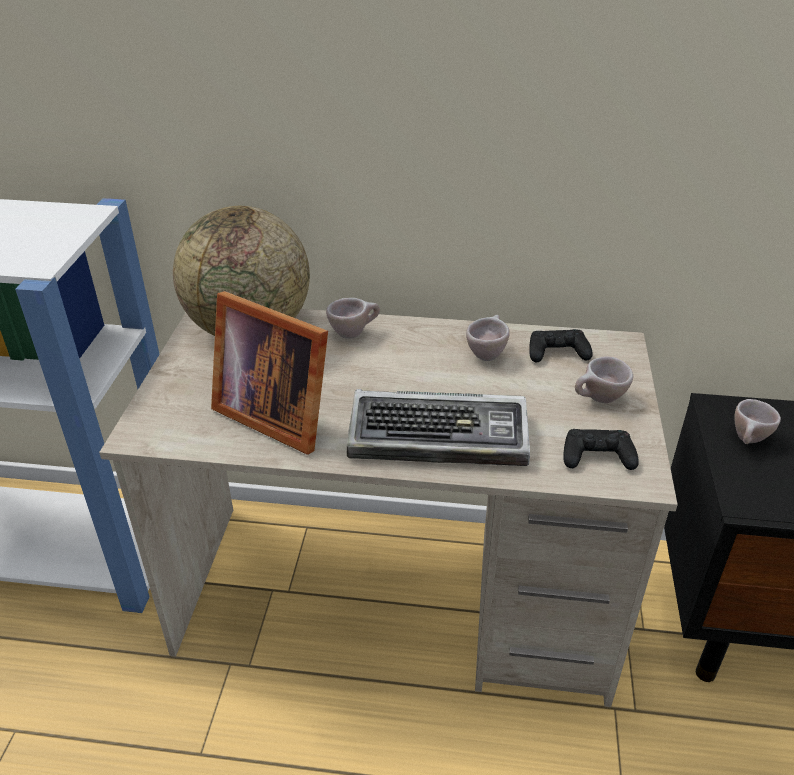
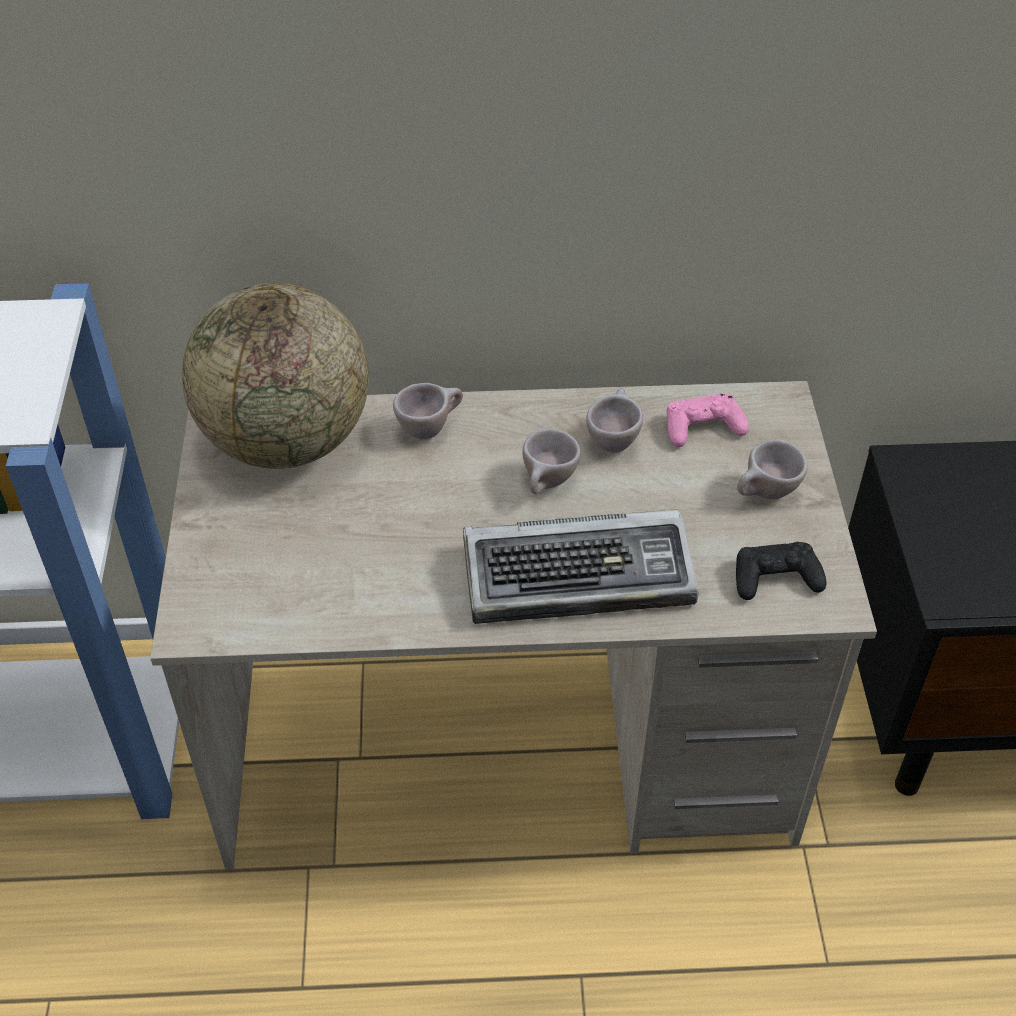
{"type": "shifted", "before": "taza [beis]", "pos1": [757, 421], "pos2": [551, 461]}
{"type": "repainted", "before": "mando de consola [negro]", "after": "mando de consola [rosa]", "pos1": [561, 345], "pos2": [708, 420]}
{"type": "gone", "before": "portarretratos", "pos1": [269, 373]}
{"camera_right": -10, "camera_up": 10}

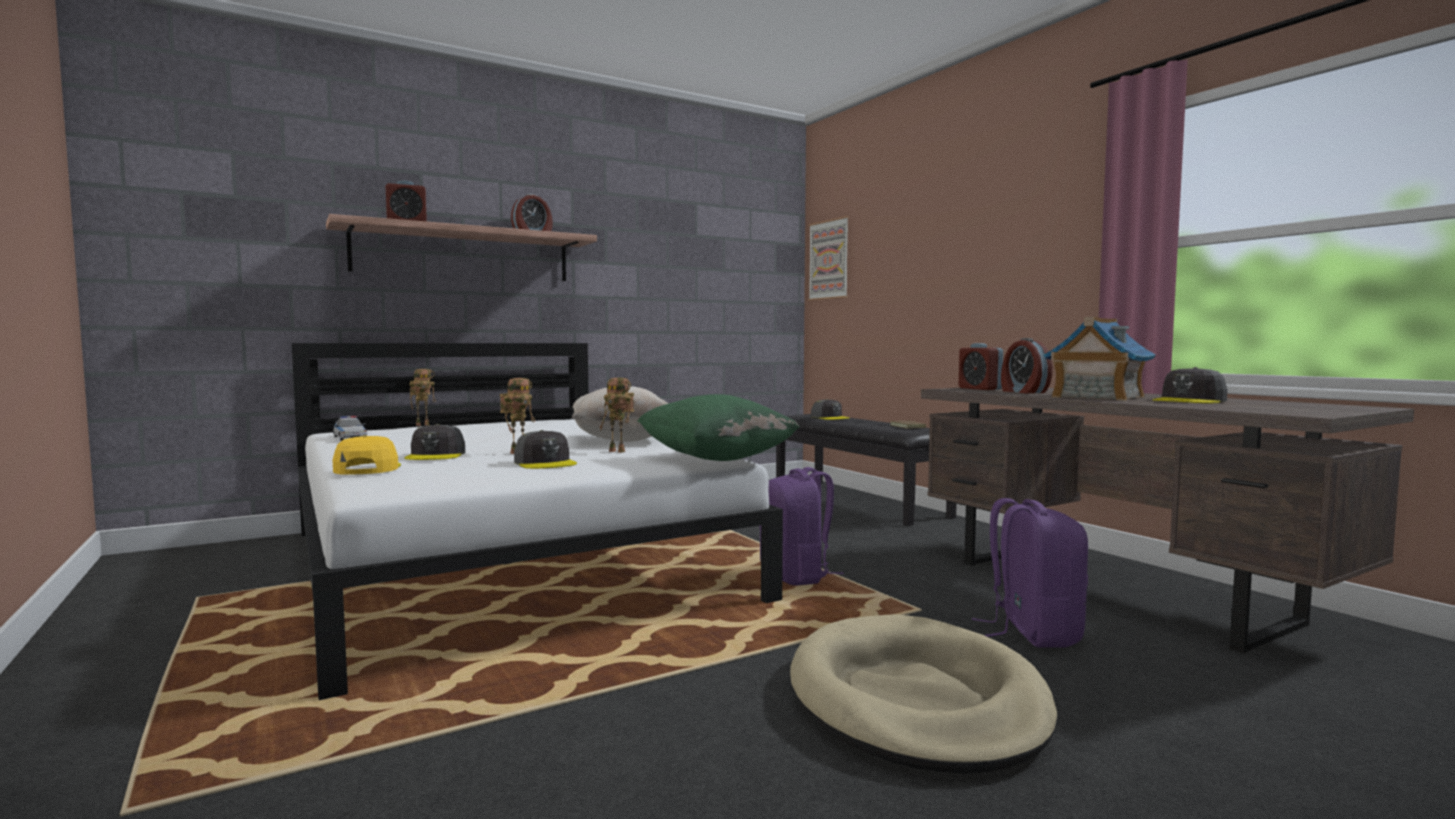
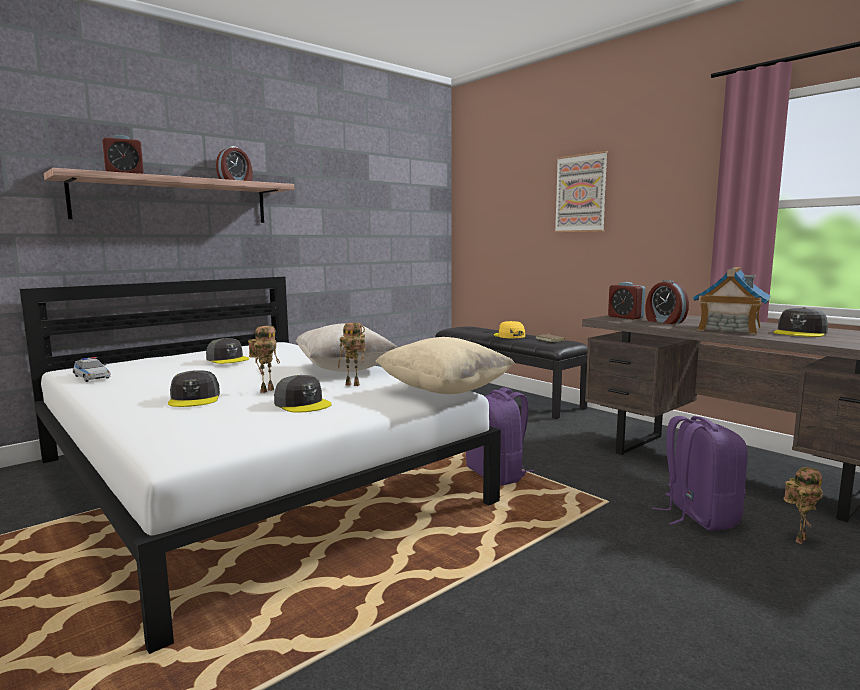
{"type": "shifted", "before": "gorra [gris]", "pos1": [830, 409], "pos2": [227, 351]}
{"type": "repainted", "before": "cojín [verde]", "after": "cojín [beis]", "pos1": [718, 427], "pos2": [445, 365]}
{"type": "shifted", "before": "gorra [amarillo]", "pos1": [367, 455], "pos2": [509, 330]}
{"type": "shifted", "before": "cuadro", "pos1": [828, 258], "pos2": [581, 191]}
{"type": "shifted", "before": "robot de juguete", "pos1": [423, 397], "pos2": [803, 505]}
{"type": "gone", "before": "cama para perro [beis]", "pos1": [924, 694]}
{"camera_right": -10, "camera_up": 5}

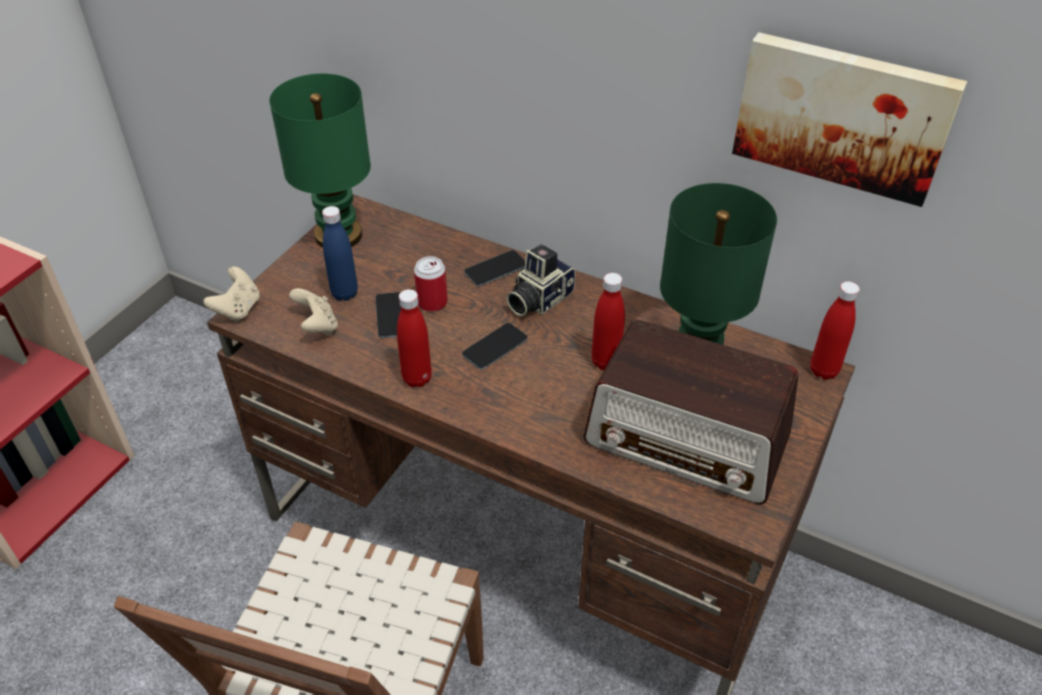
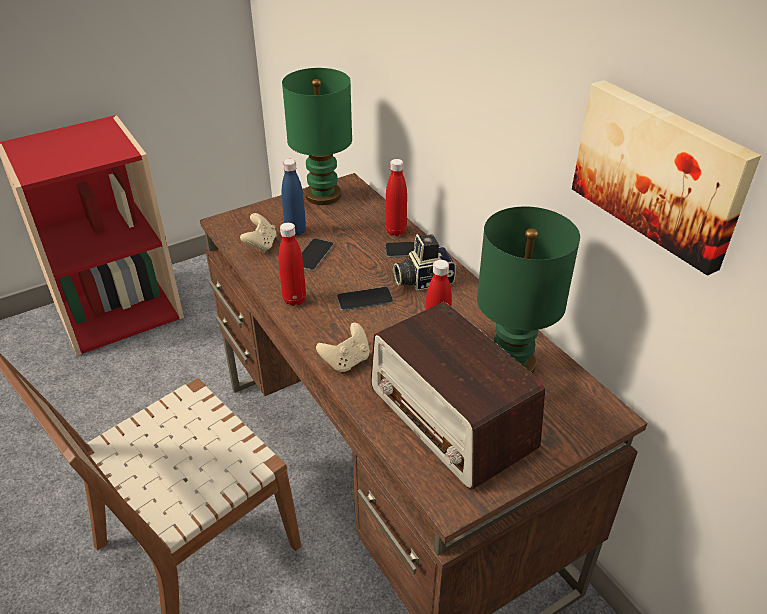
{"type": "shifted", "before": "mando de consola [beis]", "pos1": [231, 294], "pos2": [343, 348]}
{"type": "shifted", "before": "botella [rojo]", "pos1": [835, 330], "pos2": [396, 197]}
{"type": "gone", "before": "lata", "pos1": [431, 284]}
{"camera_right": 30, "camera_up": -5}

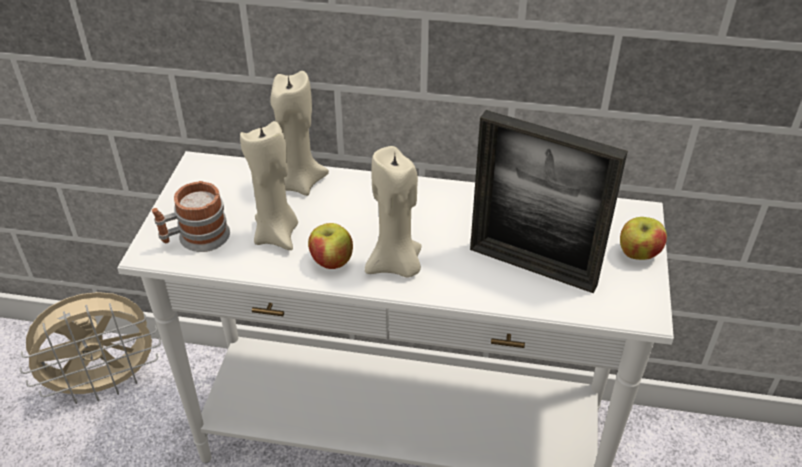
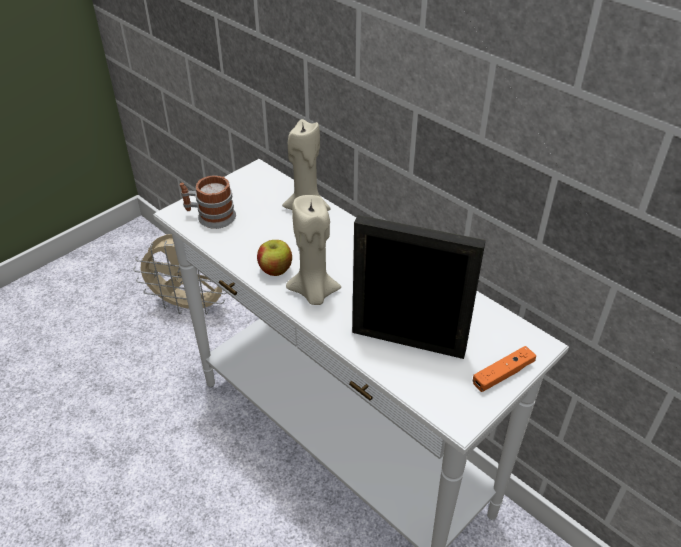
{"type": "rotated", "before": "portarretratos", "pos1": [549, 201], "pos2": [419, 287], "turn": 135}
{"type": "swapped", "before": "manzana", "after": "mando de consola [naranja]", "pos1": [643, 238], "pos2": [504, 369]}
{"type": "gone", "before": "vela [beis]", "pos1": [269, 185]}
{"camera_right": 35, "camera_up": 0}

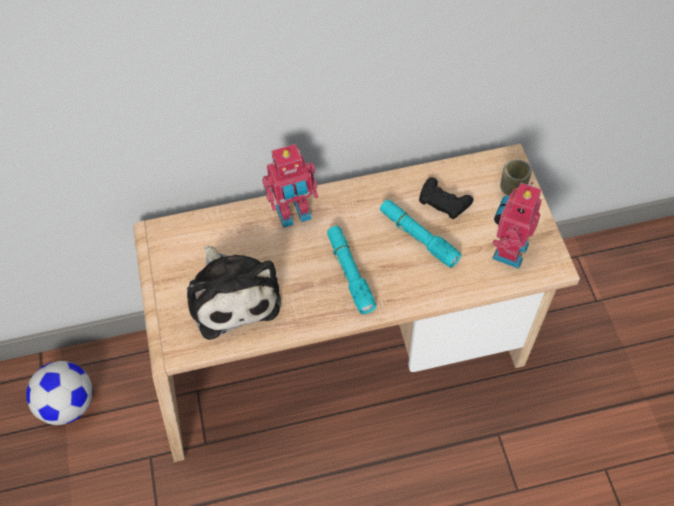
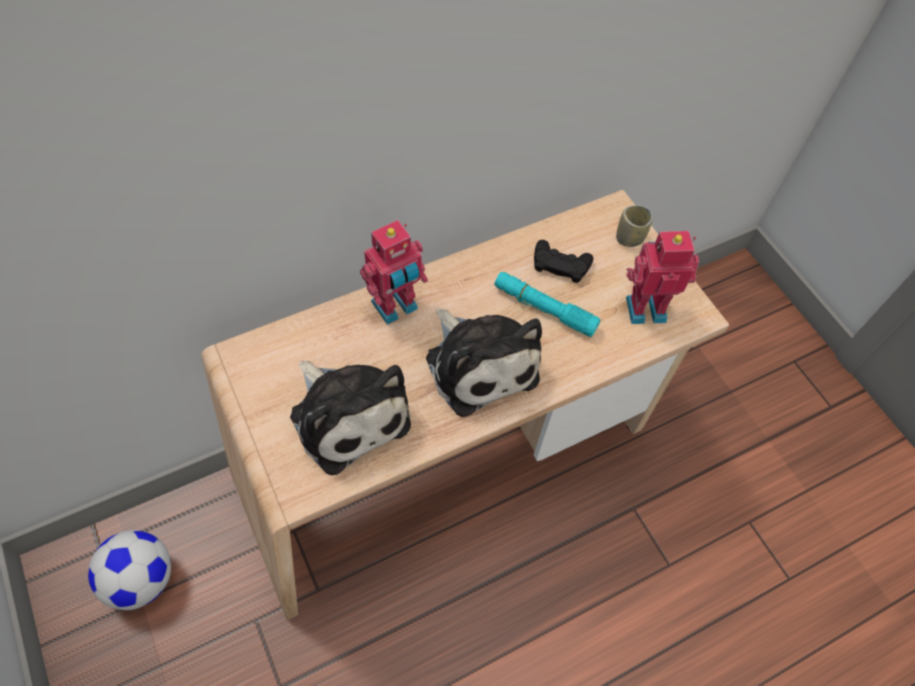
{"type": "swapped", "before": "linterna [turquesa]", "after": "peluche", "pos1": [351, 270], "pos2": [484, 363]}
{"type": "rotated", "before": "robot de juguete", "pos1": [517, 225], "pos2": [662, 277], "turn": 75}
{"camera_right": -20, "camera_up": 0}

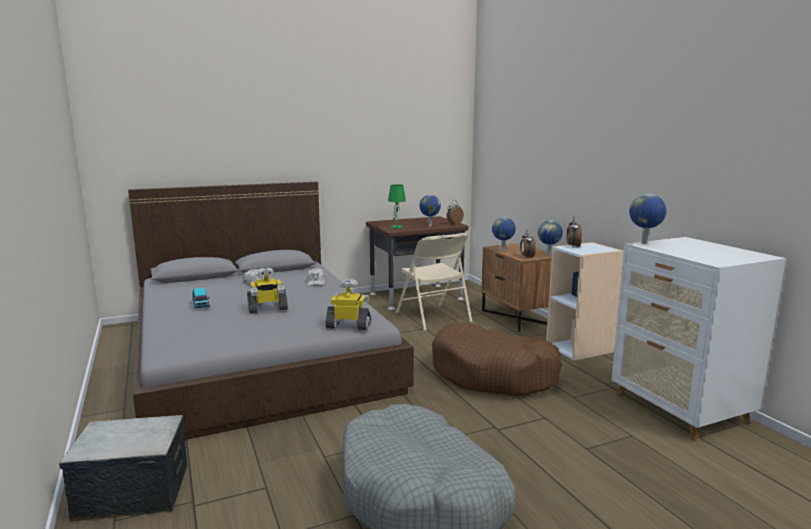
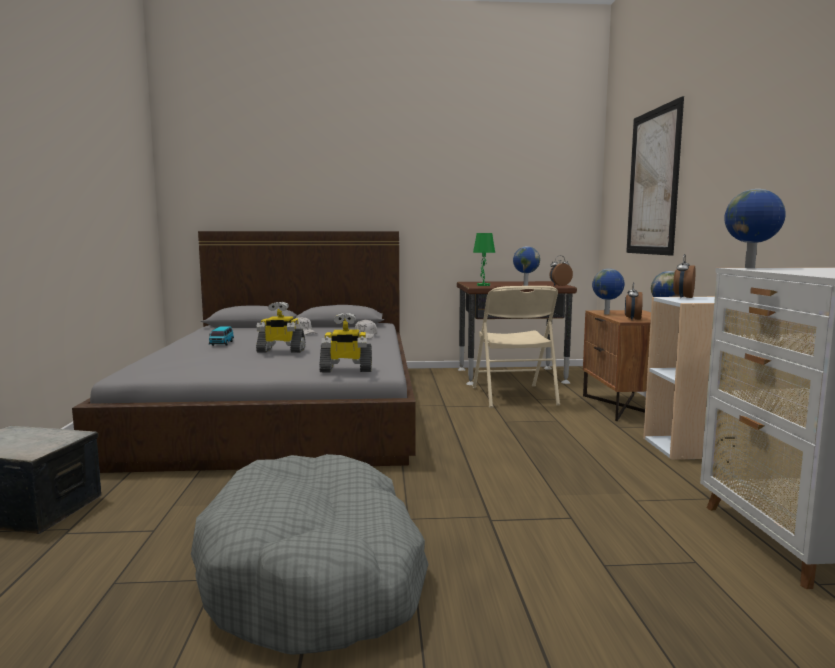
{"type": "rotated", "before": "robot de juguete", "pos1": [348, 304], "pos2": [345, 342], "turn": 150}
{"type": "new", "after": "cuadro", "pos2": [655, 176]}
{"type": "gone", "before": "cama para perro [marrón]", "pos1": [497, 360]}
{"camera_right": 20, "camera_up": -5}

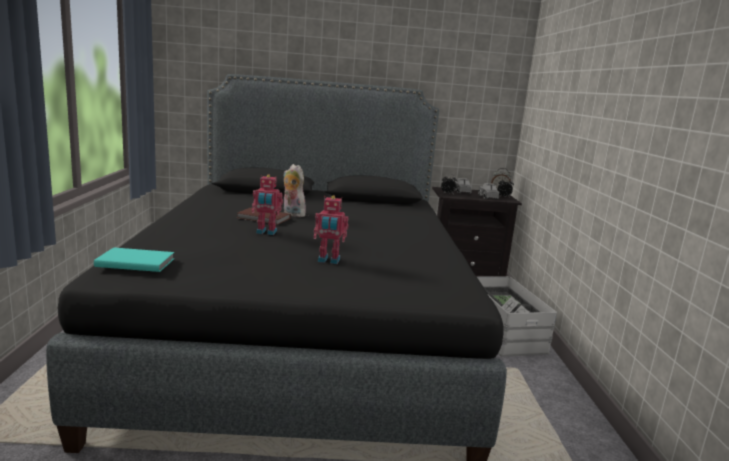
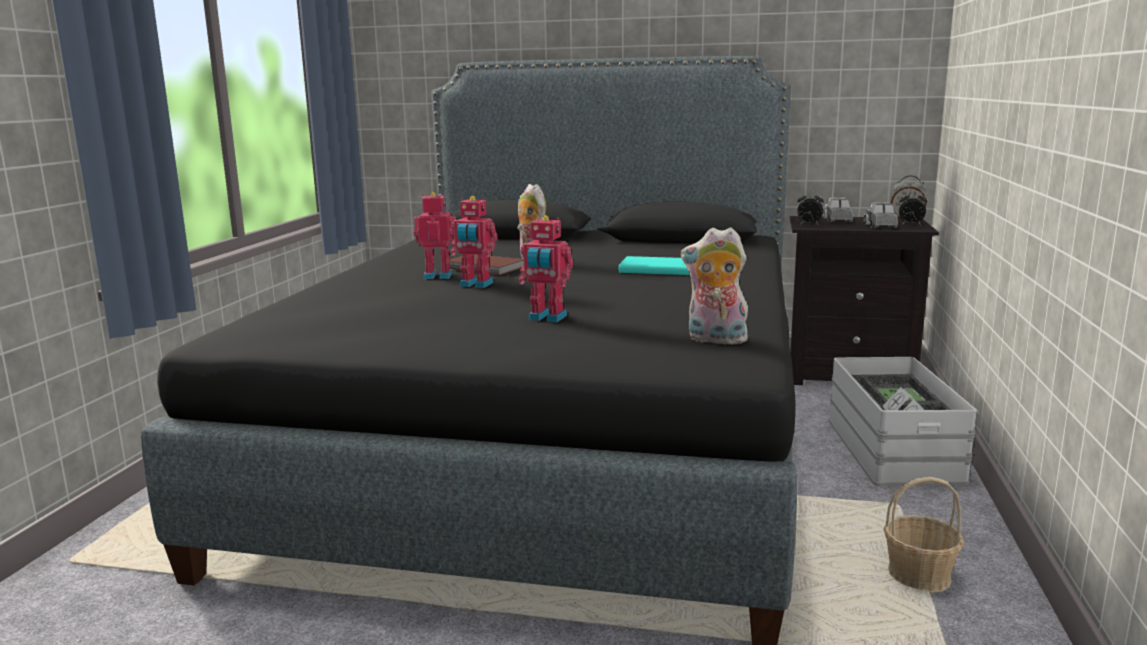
{"type": "new", "after": "robot de juguete", "pos2": [434, 235]}
{"type": "shifted", "before": "libro [turquesa]", "pos1": [134, 259], "pos2": [654, 265]}
{"type": "new", "after": "peluche", "pos2": [715, 286]}
{"type": "new", "after": "cesta", "pos2": [924, 535]}
{"camera_right": 15, "camera_up": 0}

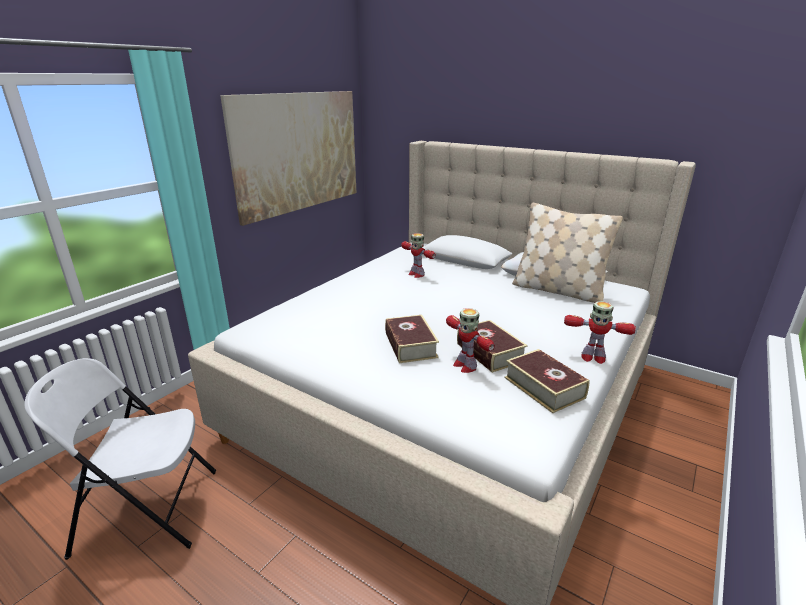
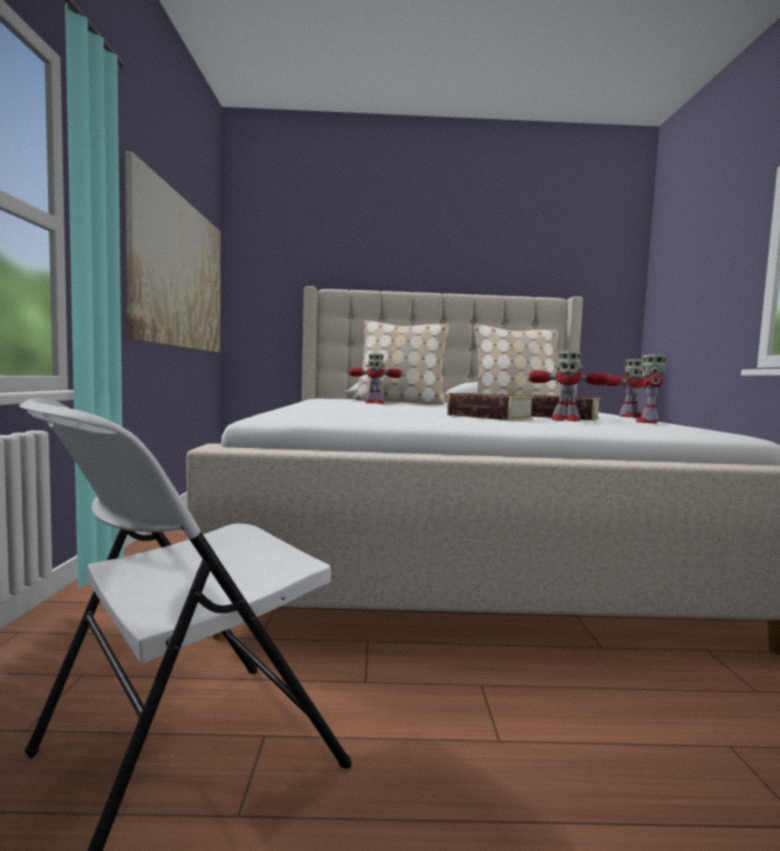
{"type": "new", "after": "cojín [beis]", "pos2": [402, 363]}
{"type": "swapped", "before": "libro", "after": "robot de juguete", "pos1": [547, 381], "pos2": [651, 388]}
{"camera_right": -35, "camera_up": -20}

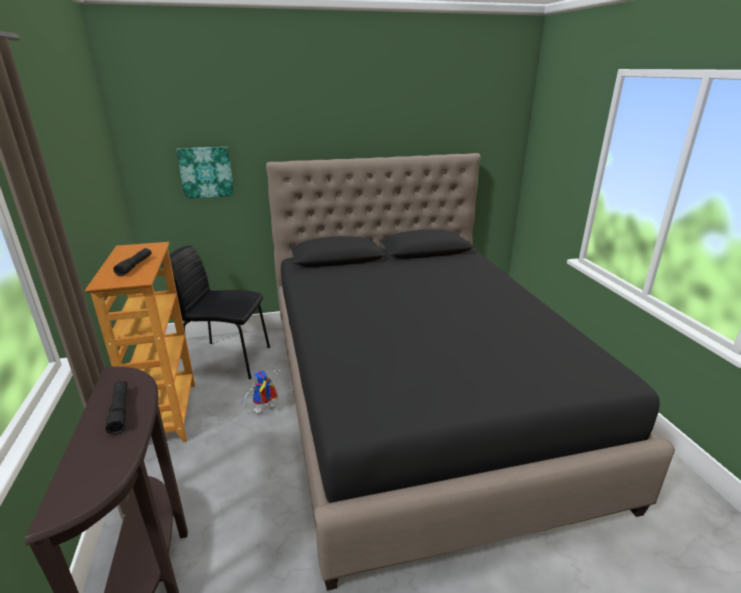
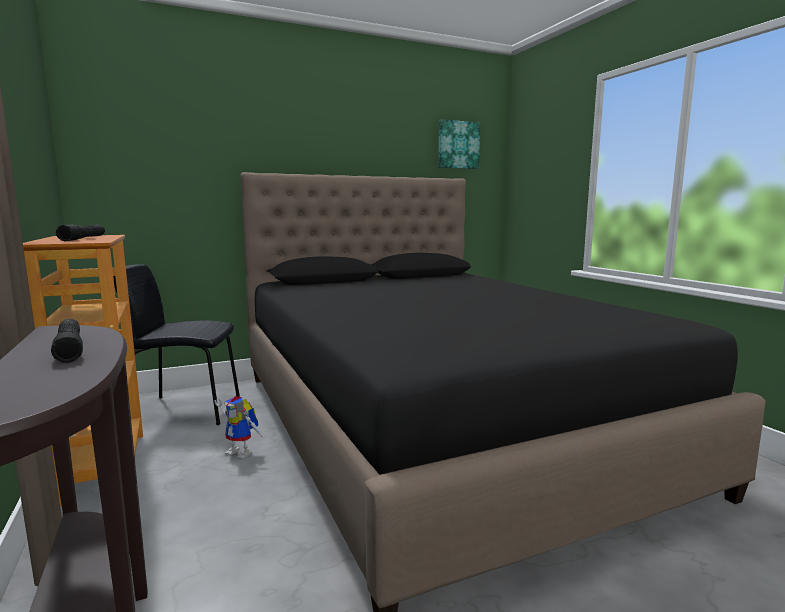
{"type": "rotated", "before": "robot de juguete", "pos1": [260, 392], "pos2": [238, 427], "turn": -105}
{"type": "shifted", "before": "cuadro", "pos1": [205, 173], "pos2": [459, 144]}
{"camera_right": -10, "camera_up": -15}

